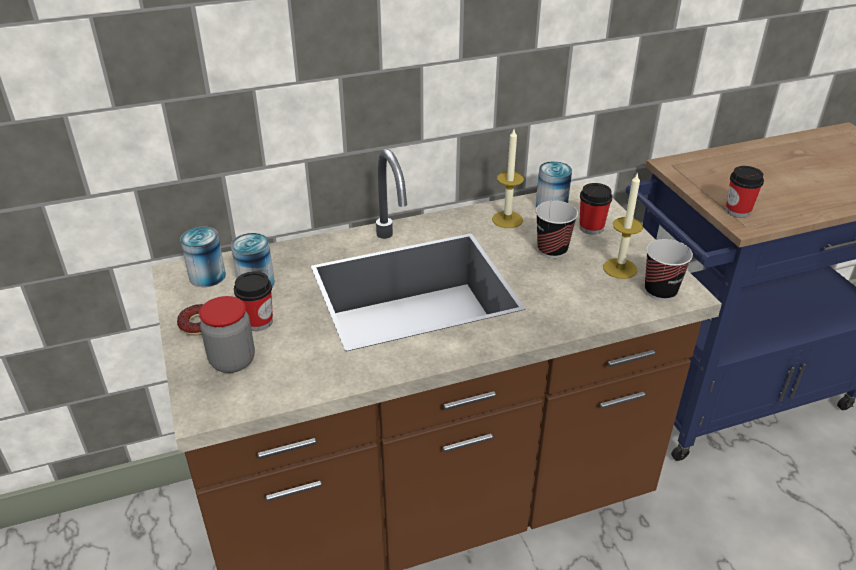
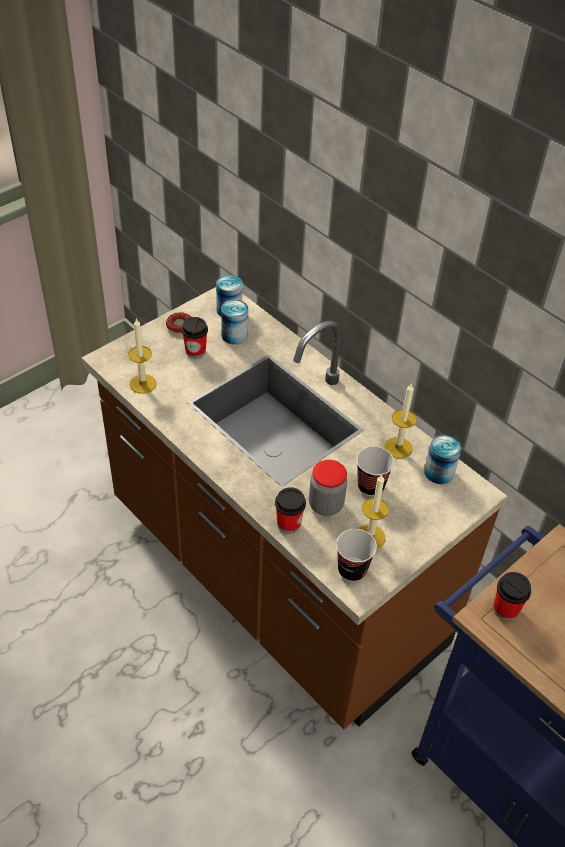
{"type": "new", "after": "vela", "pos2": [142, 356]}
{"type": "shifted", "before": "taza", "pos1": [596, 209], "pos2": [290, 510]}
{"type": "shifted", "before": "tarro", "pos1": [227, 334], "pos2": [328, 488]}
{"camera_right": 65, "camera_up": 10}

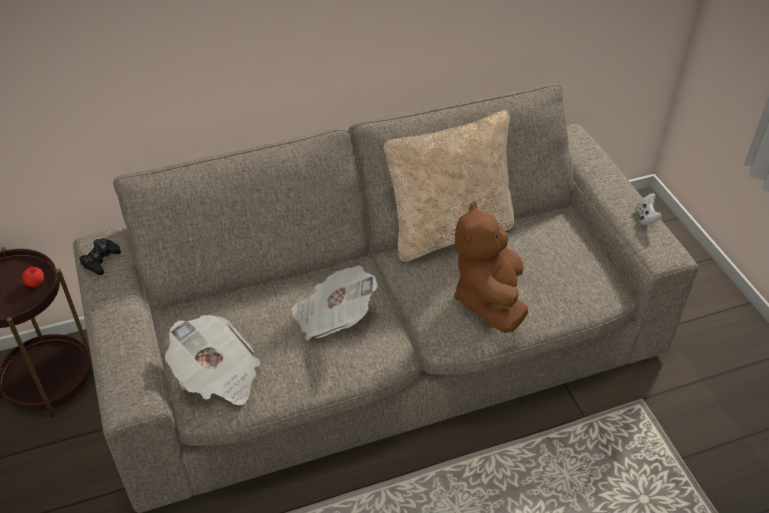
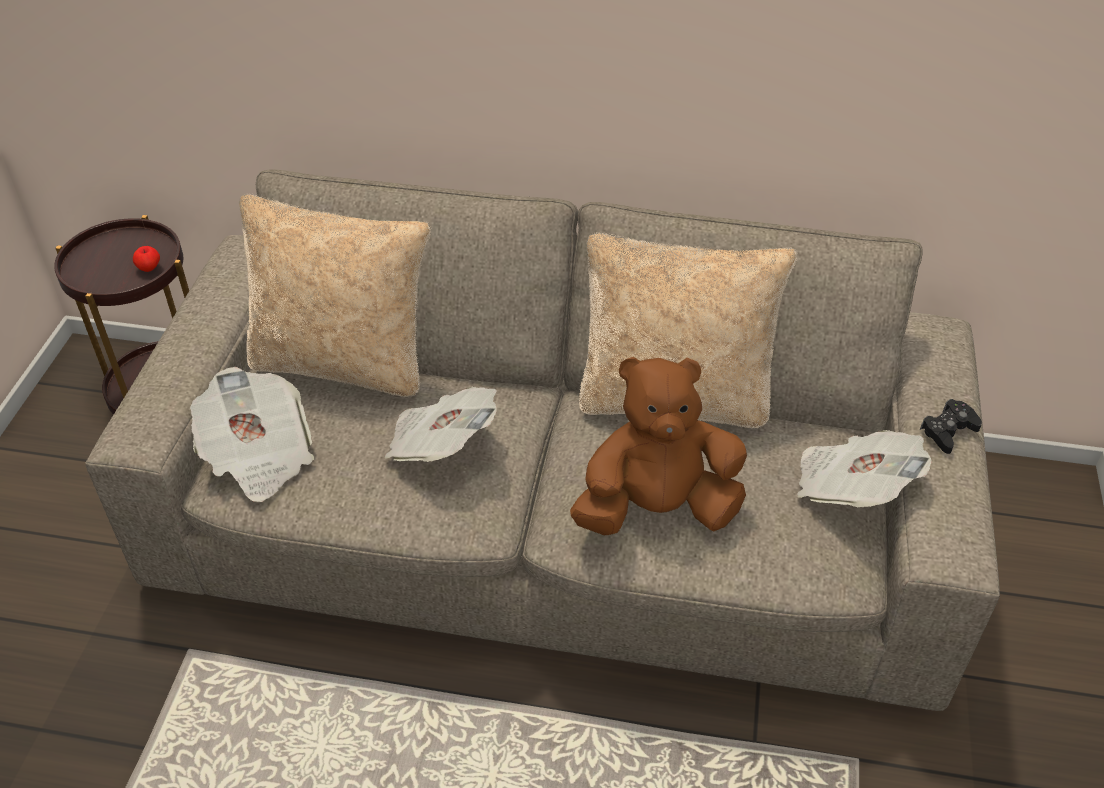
{"type": "new", "after": "cojín [beis]", "pos2": [335, 295]}
{"type": "rotated", "before": "peluche [marrón]", "pos1": [491, 267], "pos2": [658, 446], "turn": 45}
{"type": "new", "after": "periódico", "pos2": [864, 468]}
{"type": "shifted", "before": "mando de consola [negro]", "pos1": [100, 256], "pos2": [951, 426]}
{"type": "gone", "before": "mando de consola [blanco]", "pos1": [649, 209]}
{"camera_right": 30, "camera_up": 0}

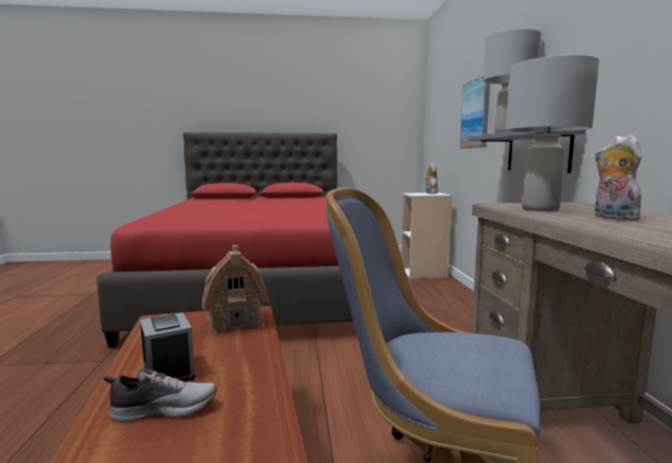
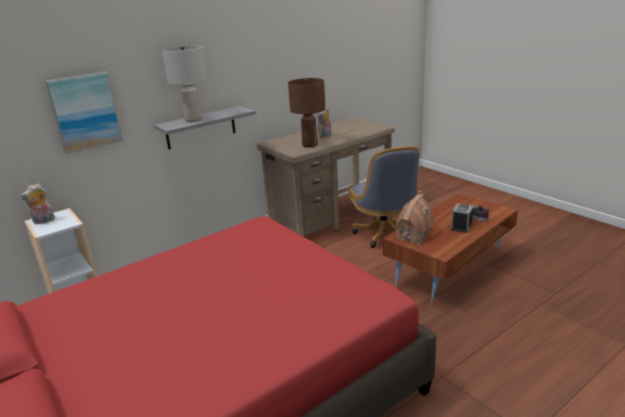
{"type": "repainted", "before": "lámpara de mesa [gris]", "after": "lámpara de mesa [marrón]", "pos1": [552, 133], "pos2": [306, 112]}
{"camera_right": -120, "camera_up": 15}

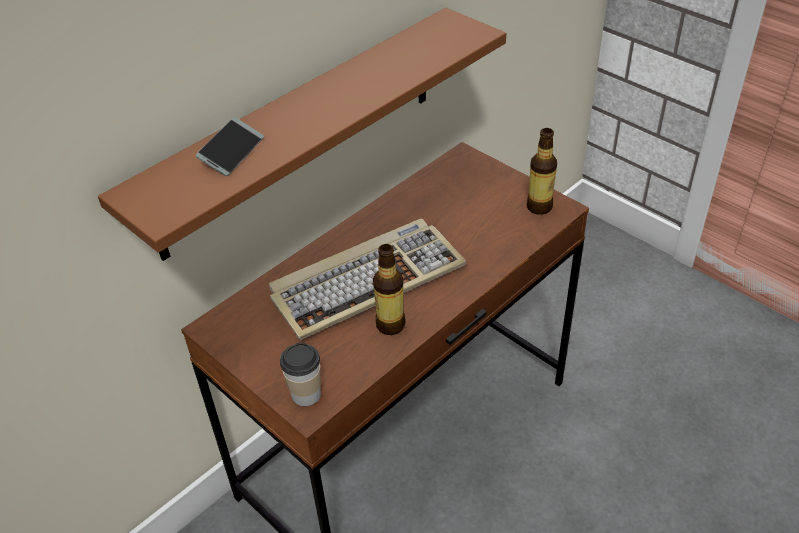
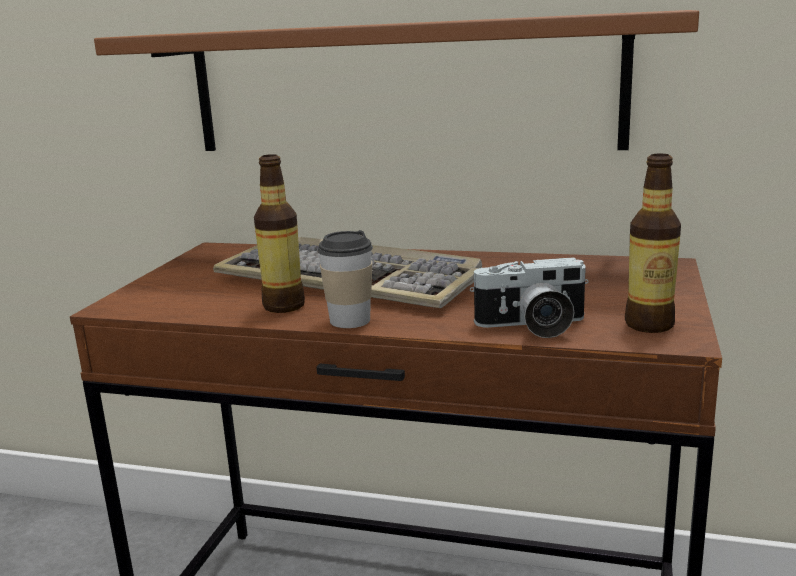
{"type": "shifted", "before": "taza", "pos1": [300, 374], "pos2": [345, 279]}
{"type": "new", "after": "cámara", "pos2": [529, 297]}
{"type": "gone", "before": "móvil", "pos1": [230, 146]}
{"camera_right": 60, "camera_up": -25}

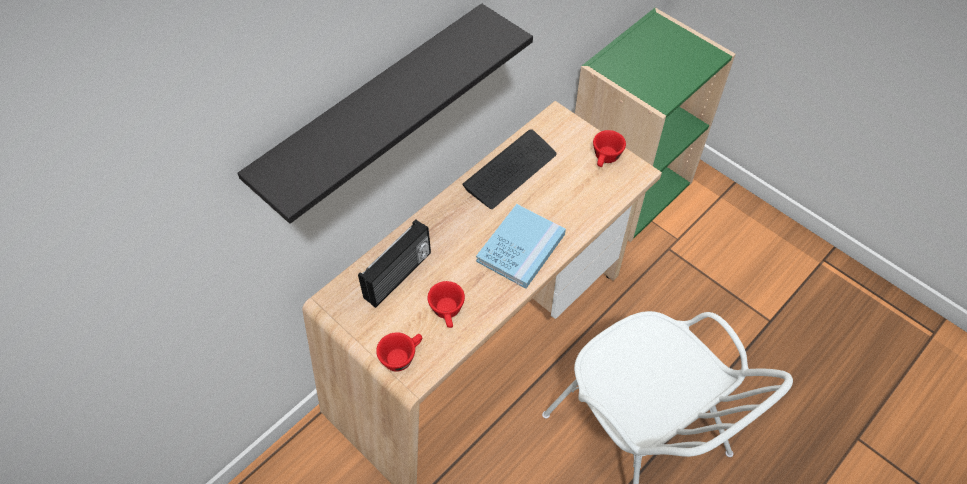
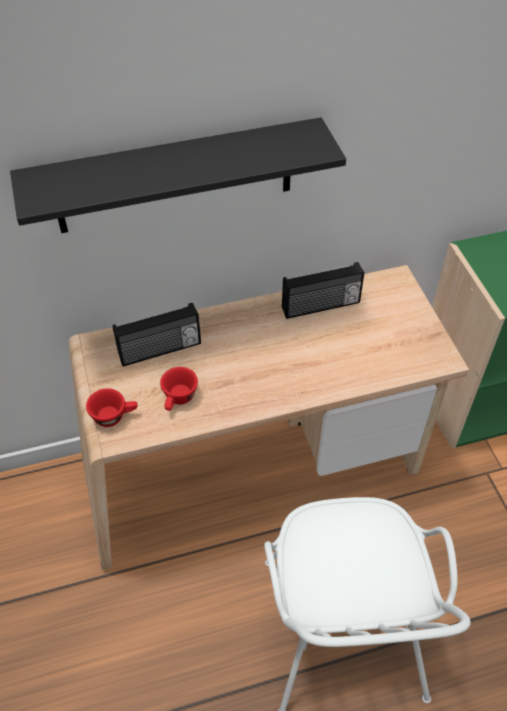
{"type": "swapped", "before": "teclado", "after": "radio", "pos1": [509, 169], "pos2": [323, 290]}
{"type": "gone", "before": "libro [azul]", "pos1": [521, 246]}
{"type": "gone", "before": "taza [rojo]", "pos1": [609, 148]}
{"camera_right": 30, "camera_up": -5}

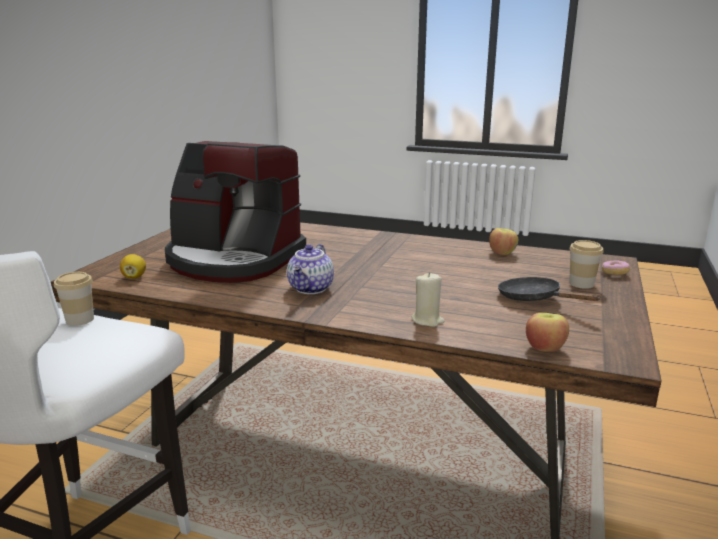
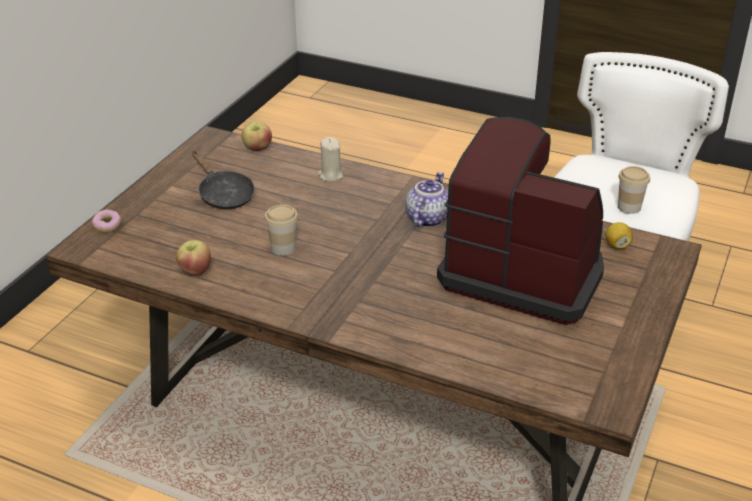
{"type": "shifted", "before": "taza", "pos1": [586, 264], "pos2": [281, 230]}
{"camera_right": -175, "camera_up": 15}

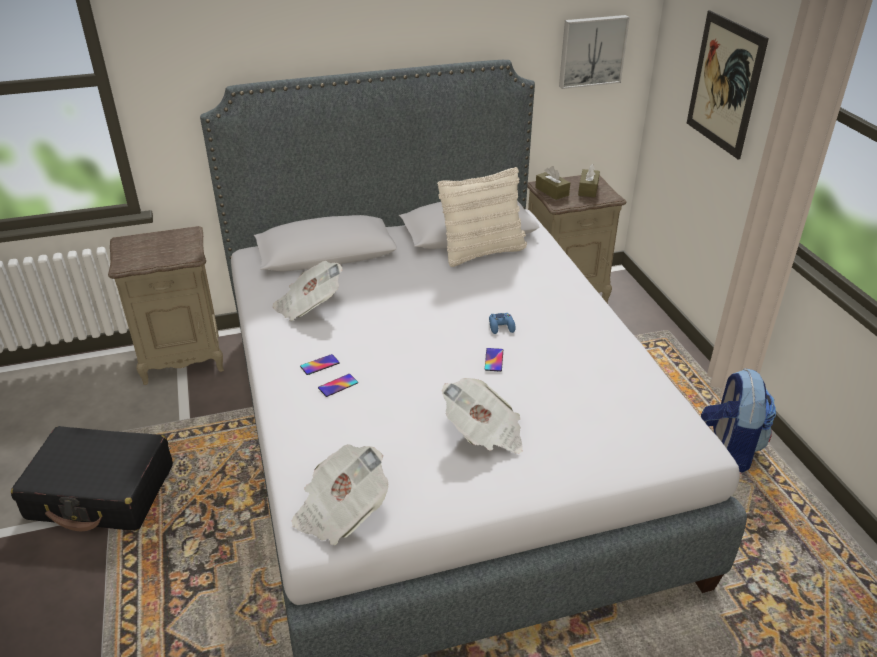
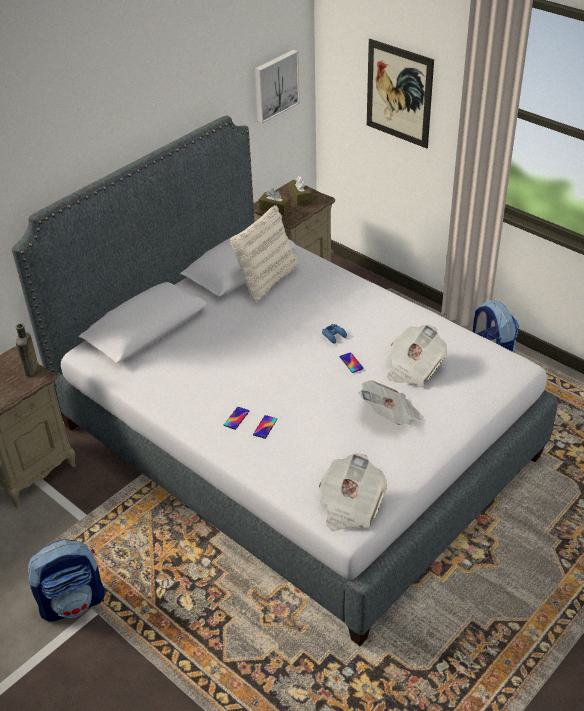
{"type": "new", "after": "botella [marrón]", "pos2": [26, 349]}
{"type": "swapped", "before": "maleta [negro]", "after": "mochila", "pos1": [92, 479], "pos2": [66, 581]}
{"type": "shifted", "before": "periódico", "pos1": [308, 291], "pos2": [417, 355]}
{"camera_right": -30, "camera_up": 5}

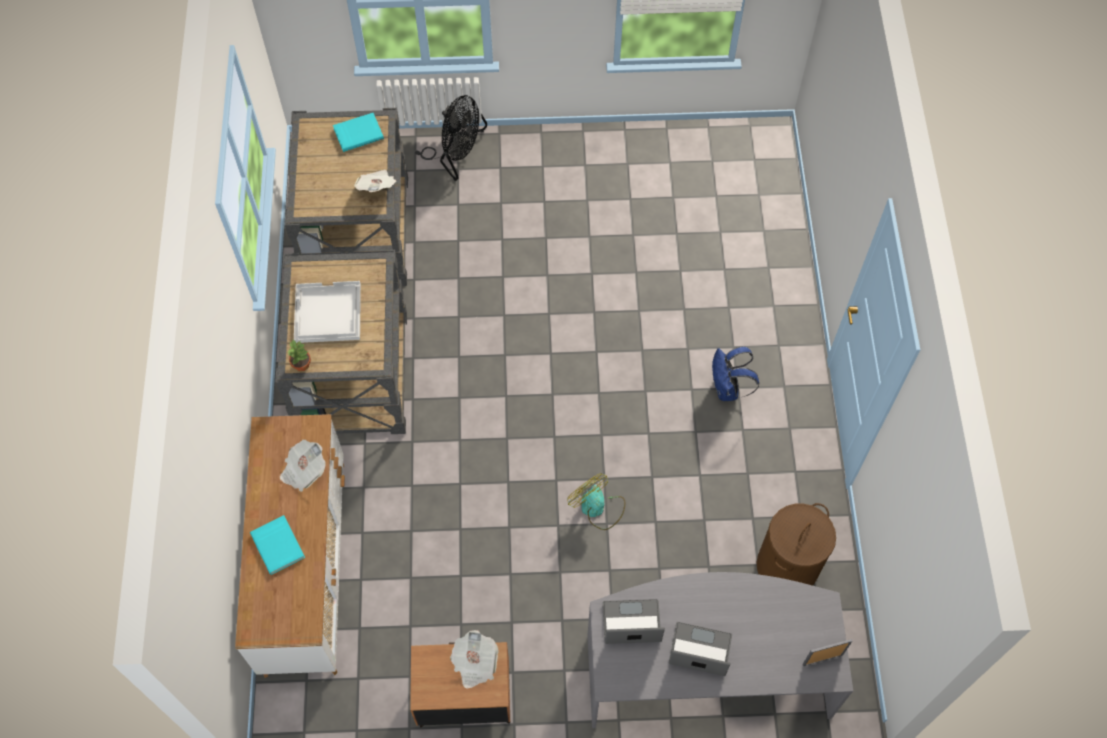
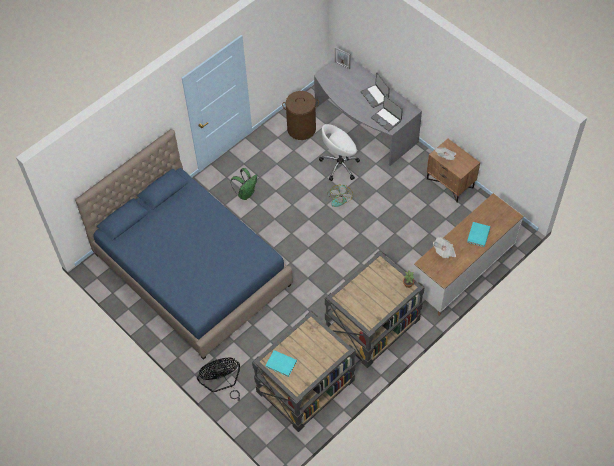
{"type": "new", "after": "cama [azul]", "pos2": [184, 244]}
{"type": "repainted", "before": "mochila [azul]", "after": "mochila [verde]", "pos1": [735, 373], "pos2": [243, 184]}
{"type": "new", "after": "silla de oficina [blanco]", "pos2": [339, 152]}
{"type": "gone", "before": "bandeja [blanco]", "pos1": [327, 312]}
{"type": "gone", "before": "periódico", "pos1": [375, 181]}
{"camera_right": -130, "camera_up": -5}

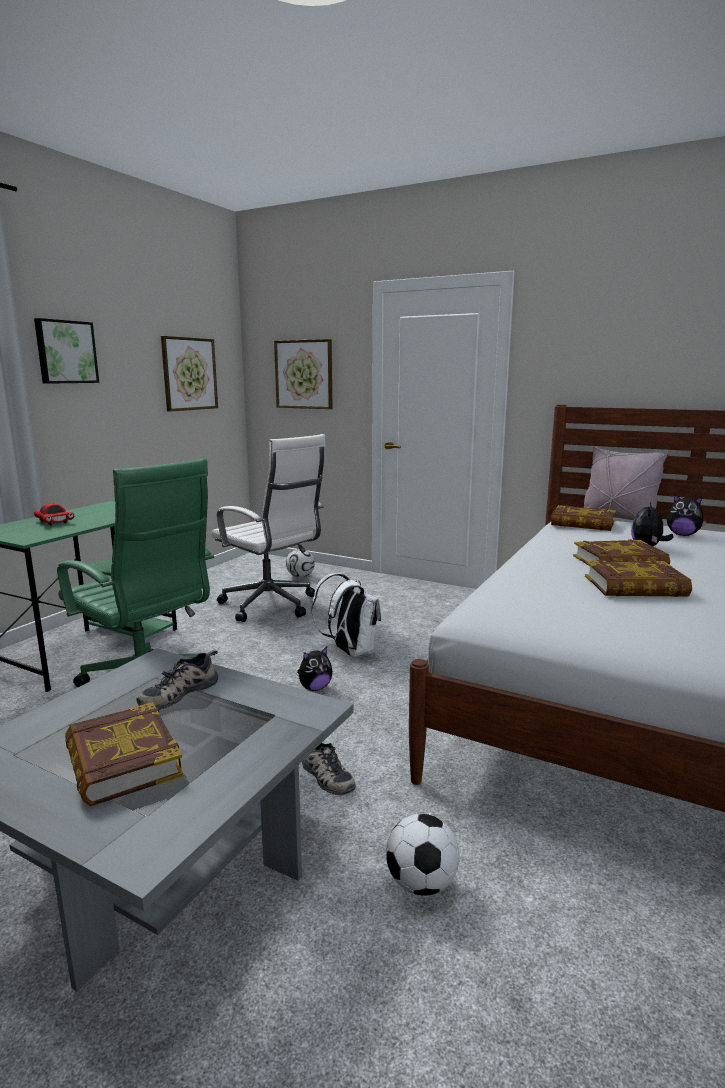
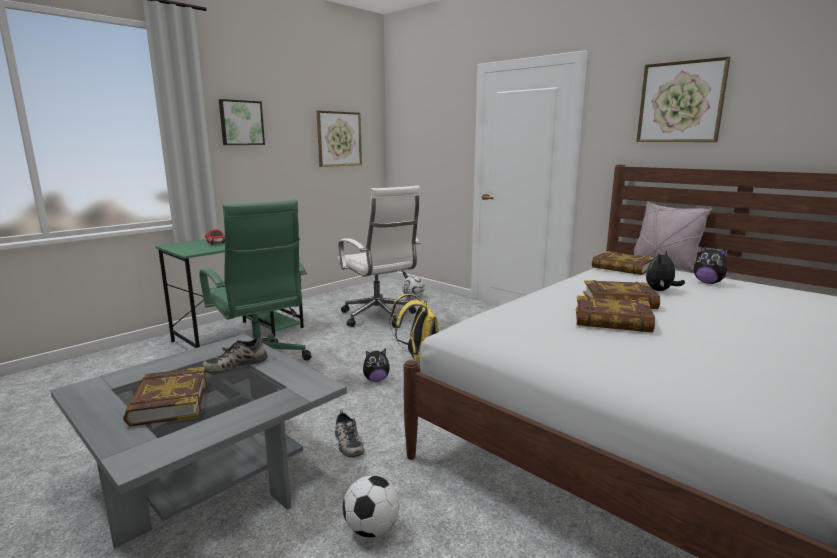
{"type": "repainted", "before": "mochila [blanco]", "after": "mochila [amarillo]", "pos1": [346, 615], "pos2": [414, 327]}
{"type": "shifted", "before": "cuadro", "pos1": [303, 374], "pos2": [683, 99]}
{"camera_right": 15, "camera_up": 0}

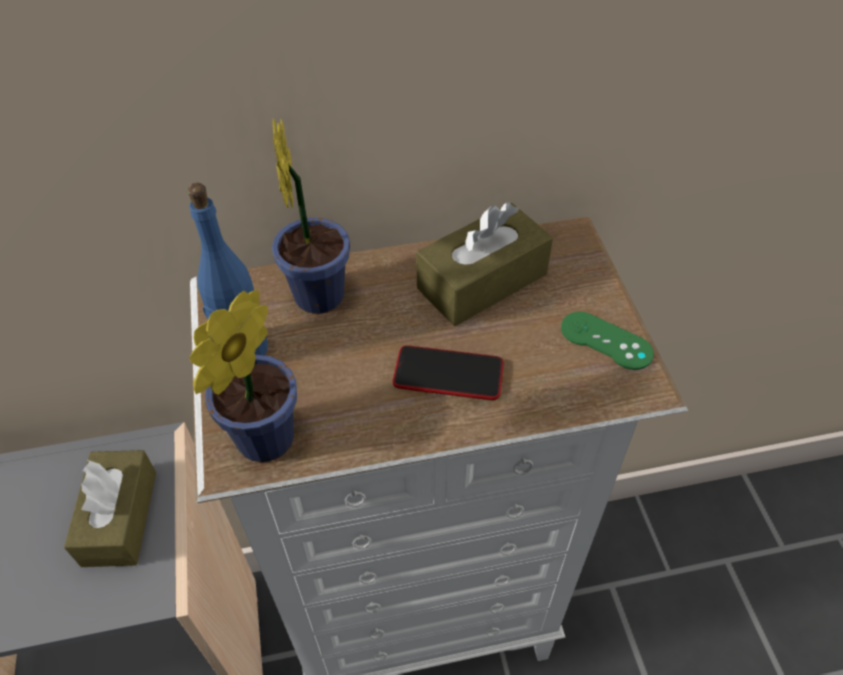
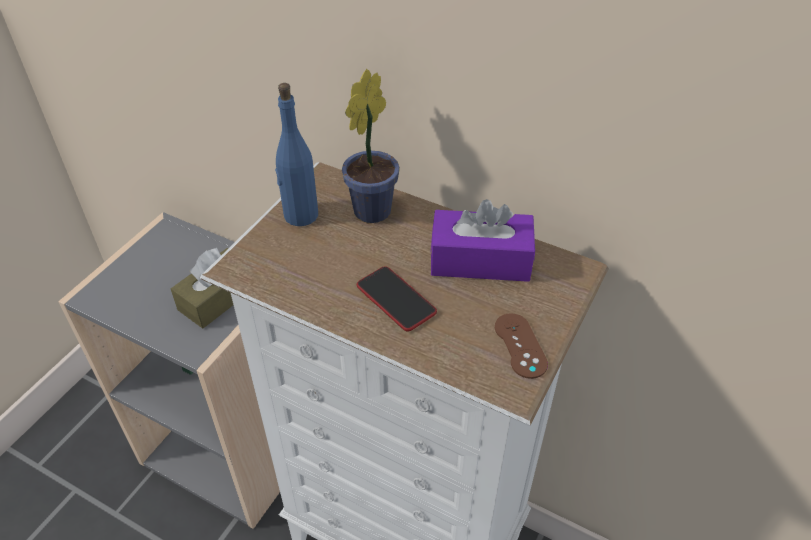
{"type": "repainted", "before": "caja de pañuelos [marrón]", "after": "caja de pañuelos [morado]", "pos1": [484, 264], "pos2": [482, 240]}
{"type": "repainted", "before": "mando de consola [verde]", "after": "mando de consola [marrón]", "pos1": [607, 341], "pos2": [521, 346]}
{"type": "gone", "before": "planta en maceta", "pos1": [243, 376]}
{"camera_right": 40, "camera_up": -5}

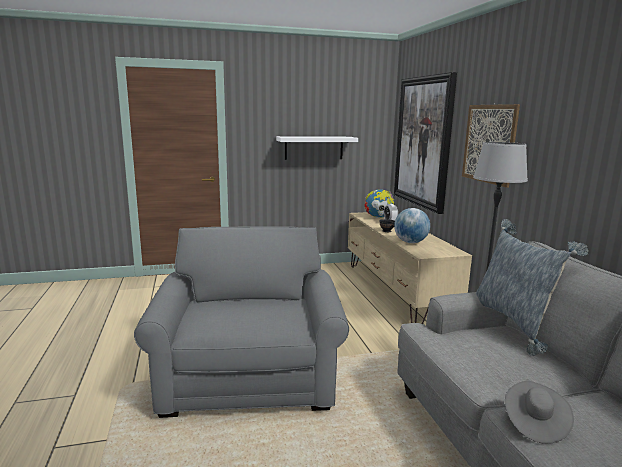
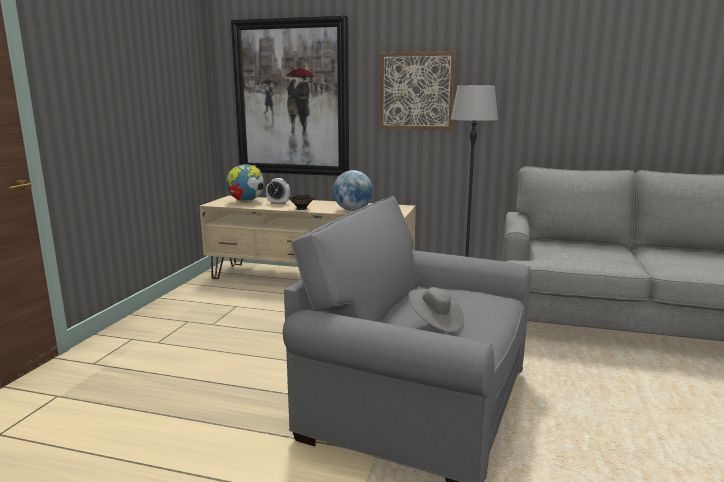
{"type": "shifted", "before": "sombrero [gris]", "pos1": [539, 412], "pos2": [436, 310]}
{"type": "gone", "before": "estante [blanco]", "pos1": [317, 148]}
{"type": "gone", "before": "cojín", "pos1": [532, 287]}
{"camera_right": -60, "camera_up": 0}

